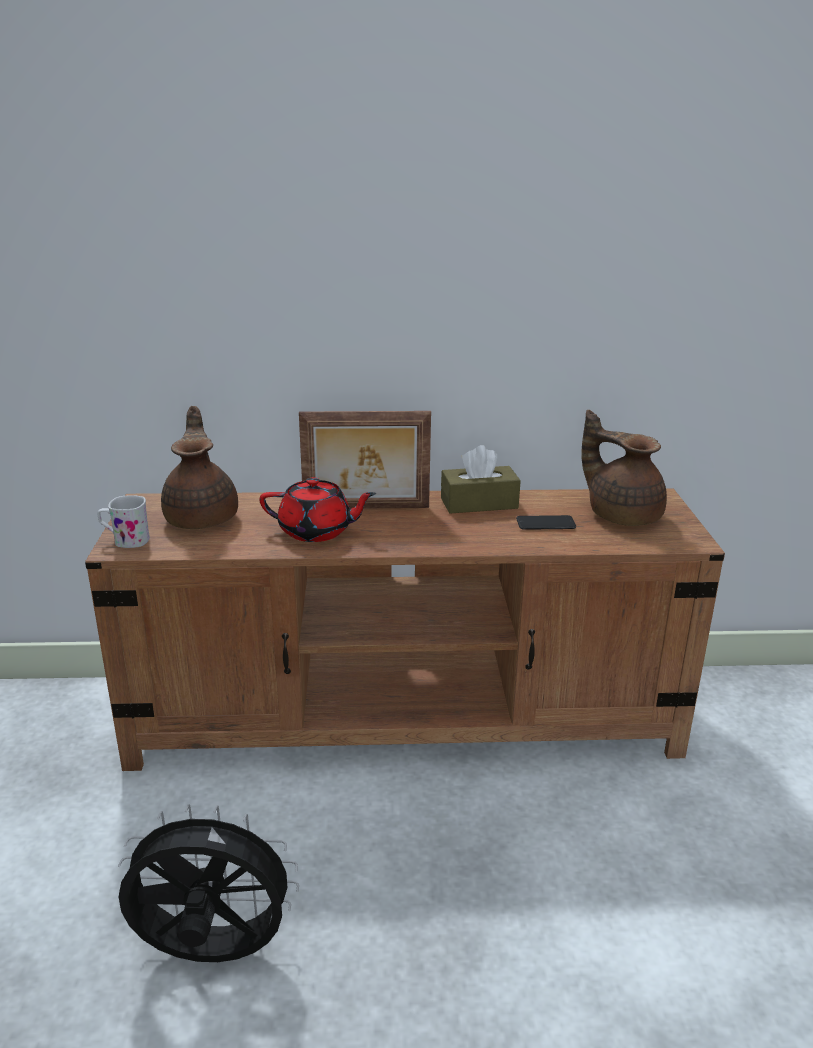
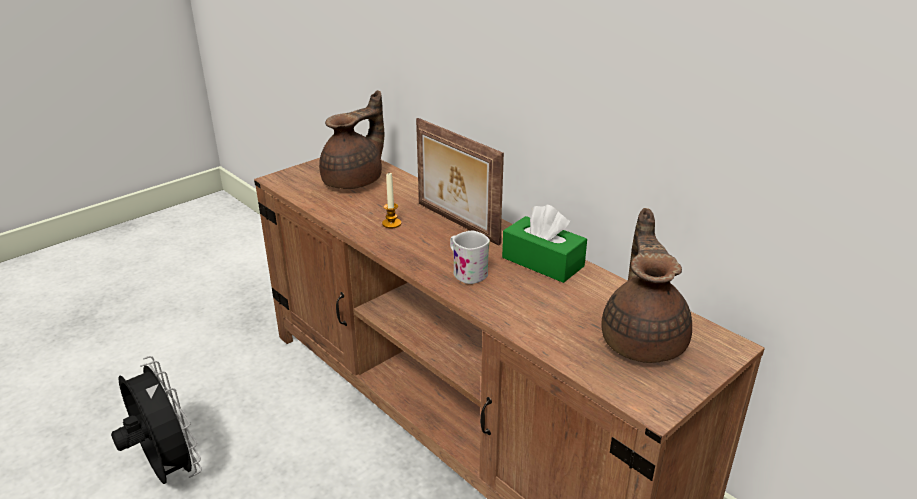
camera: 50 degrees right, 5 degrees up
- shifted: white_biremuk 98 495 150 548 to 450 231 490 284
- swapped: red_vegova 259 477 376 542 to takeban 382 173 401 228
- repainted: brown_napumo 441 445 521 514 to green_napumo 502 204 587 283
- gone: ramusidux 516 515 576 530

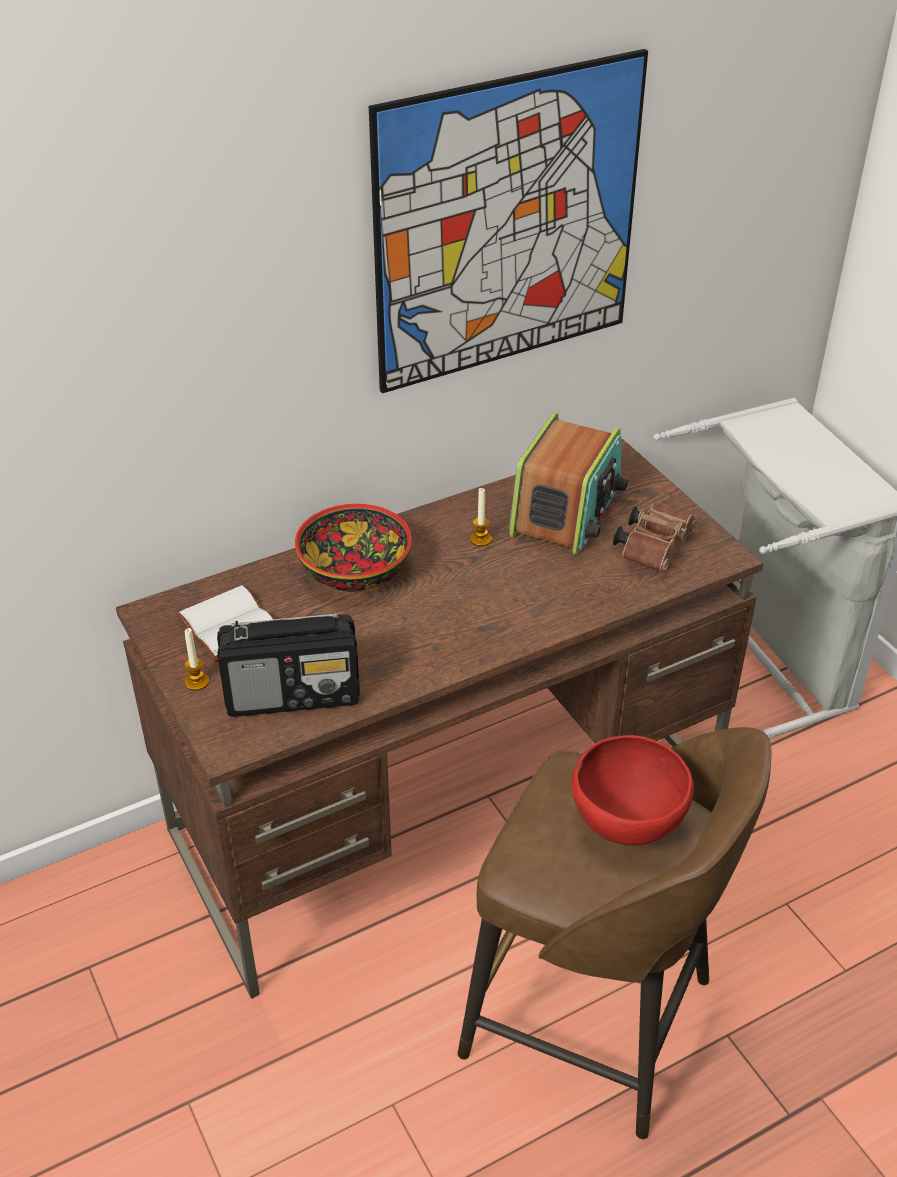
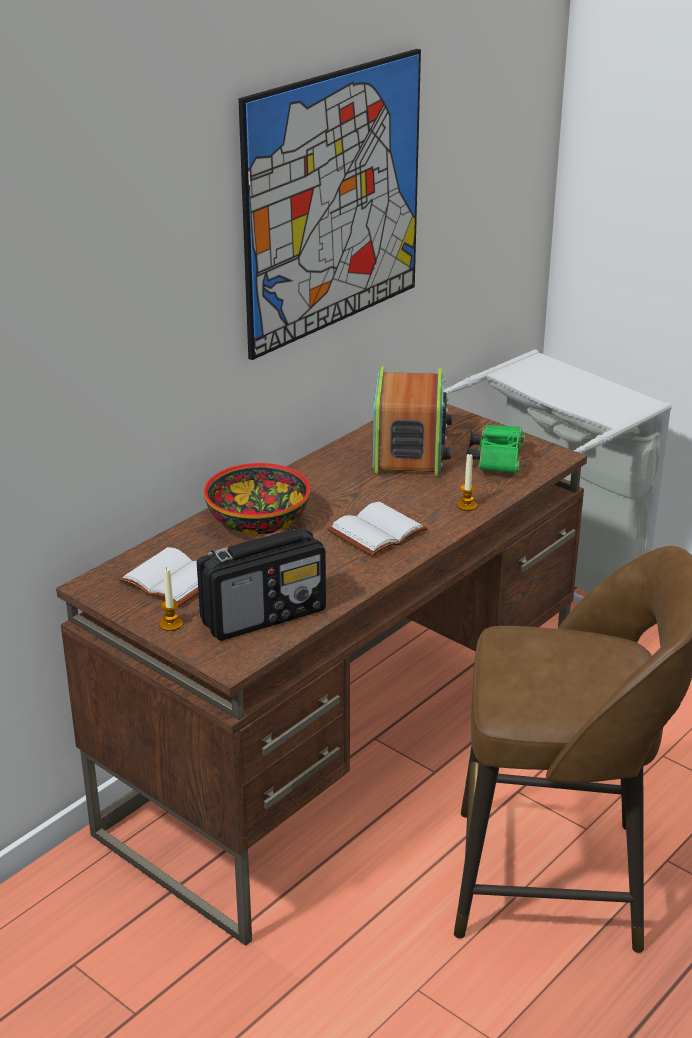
camera: 20 degrees left, 10 degrees down
- shifted: takeban 470 488 492 546 to 457 454 477 511
- gone: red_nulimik 571 735 694 846
- repainted: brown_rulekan 613 503 697 573 to green_rulekan 466 425 525 474
- new: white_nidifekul 327 502 428 556

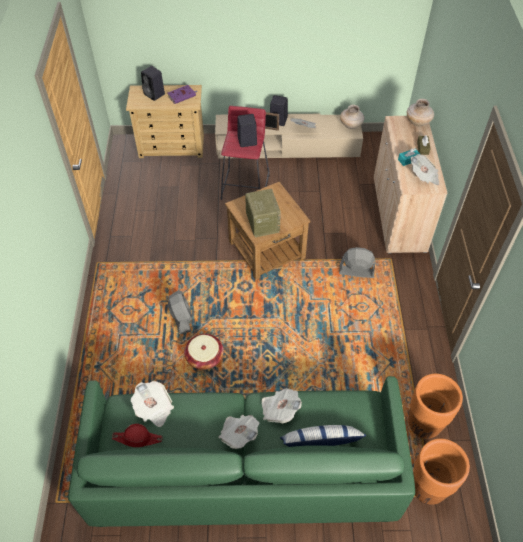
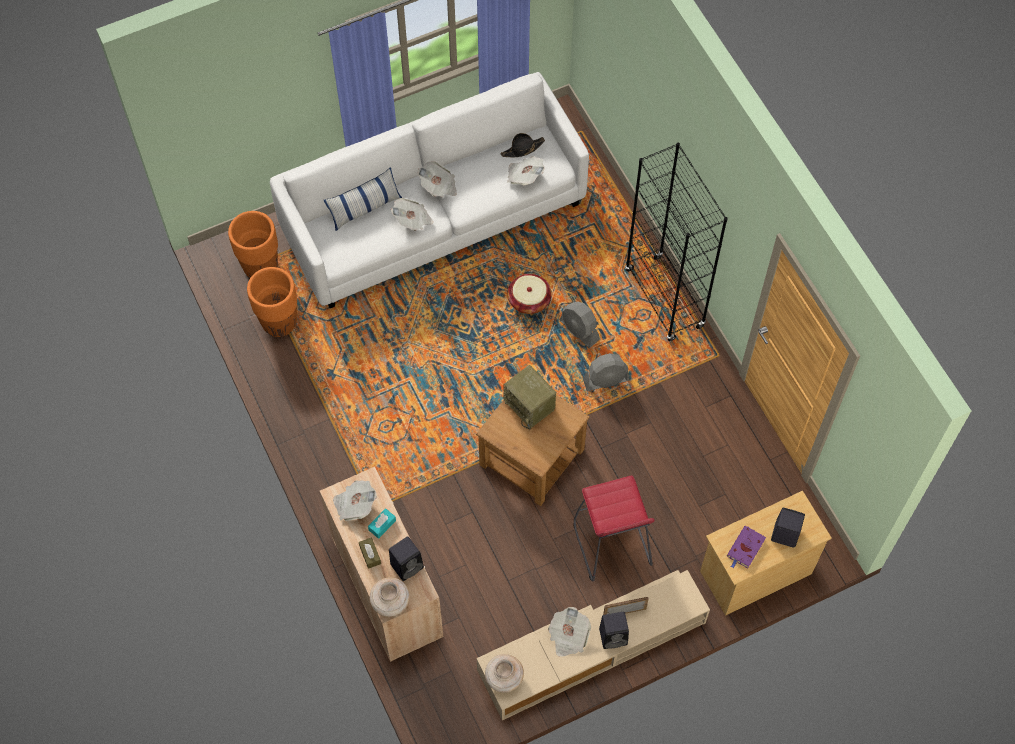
camera: 155 degrees right, 10 degrees up
- repainted: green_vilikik 68 376 415 527 to white_vilikik 270 72 589 308
- repainted: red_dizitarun 112 424 162 447 to black_dizitarun 501 133 545 157
- shifted: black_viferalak 238 114 257 147 to 389 537 424 581
- shifted: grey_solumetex 339 247 376 278 to 583 353 629 391
- new: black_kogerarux 625 143 728 342

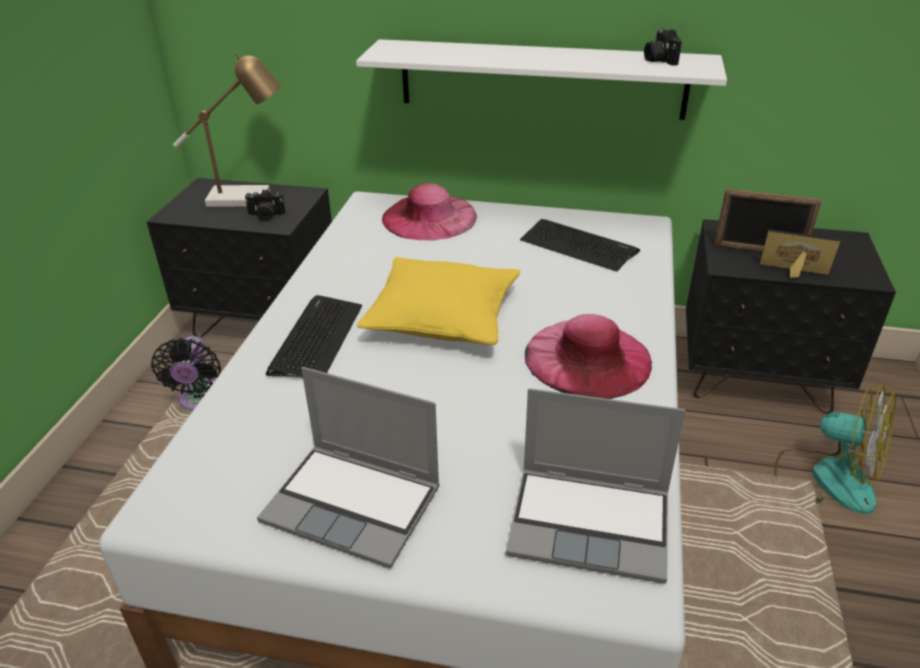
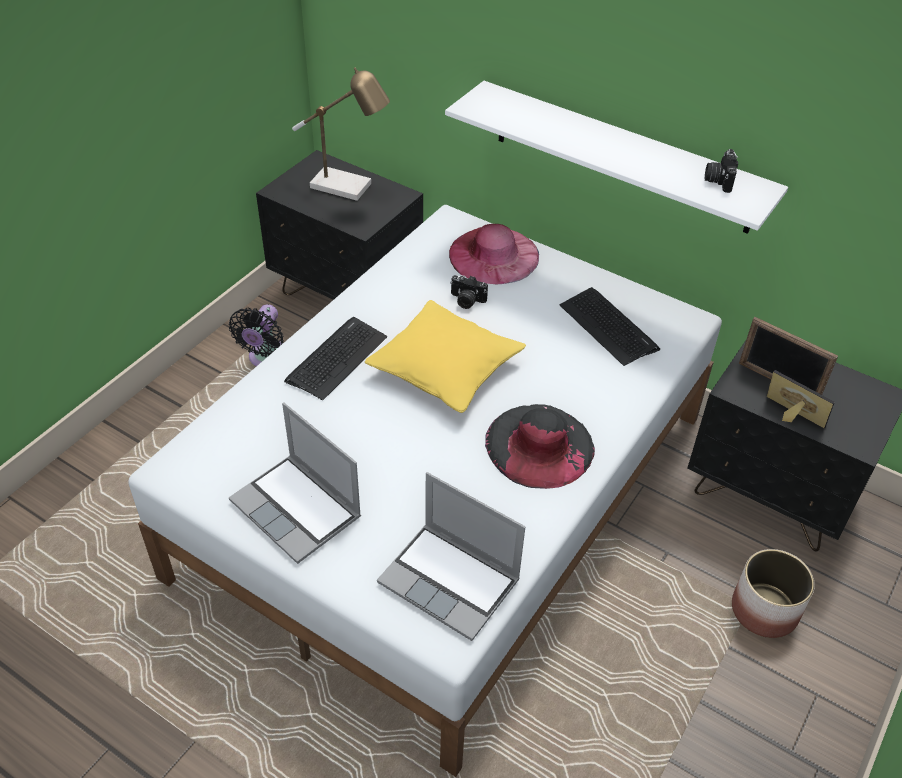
camera: 20 degrees right, 10 degrees up
- shifted: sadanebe 245 189 285 221 to 450 275 488 309
- repainted: pink_dizitarun 525 314 652 399 to black_dizitarun 485 404 595 489
- swapped: solumetex 774 384 896 514 to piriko 732 549 815 638

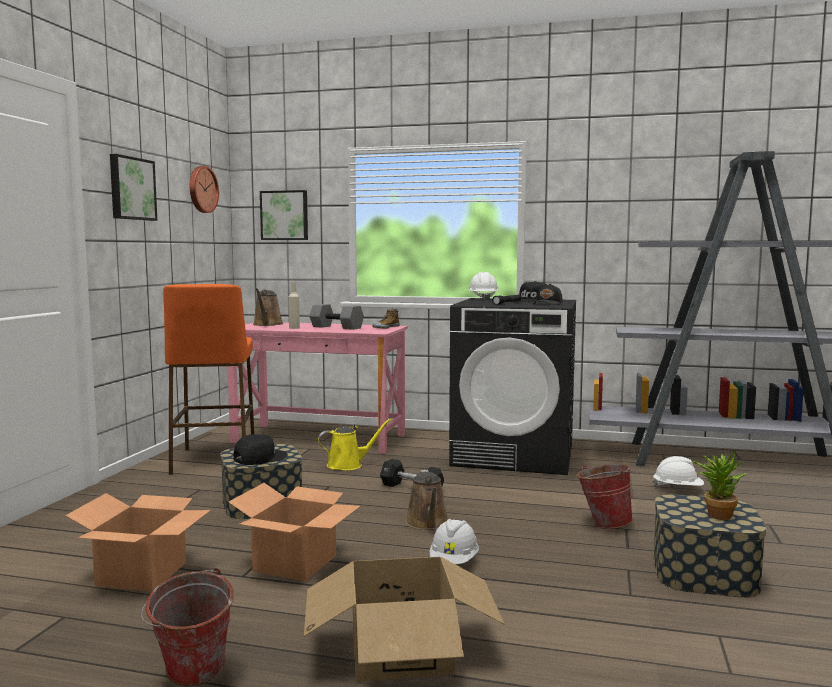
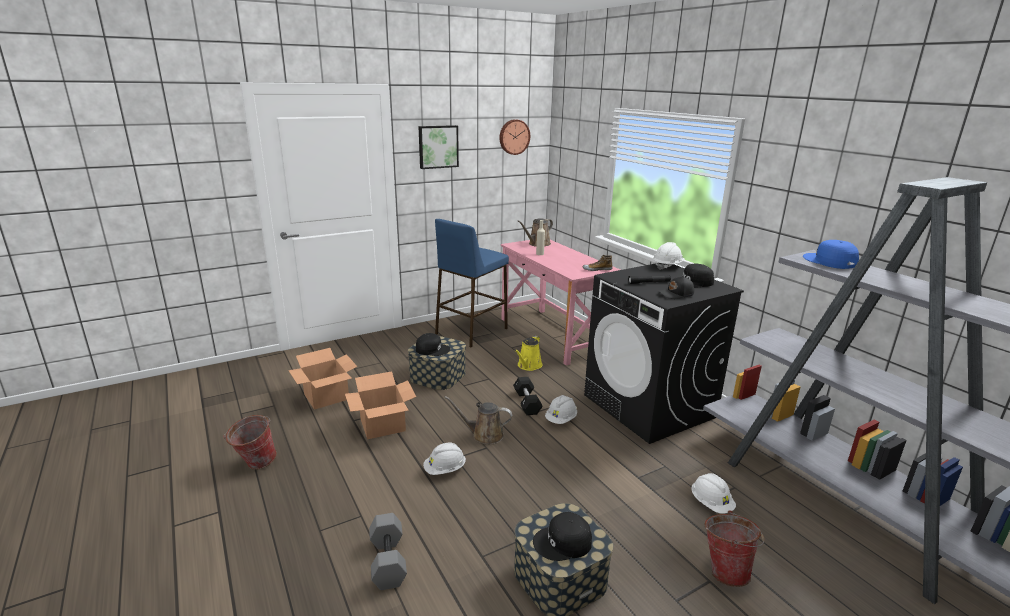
camera: 45 degrees right, 15 degrees up
- repainted: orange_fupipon 163 284 255 475 to blue_fupipon 435 219 509 347
- gone: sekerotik 260 190 308 240
- gone: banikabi 304 557 505 682
- shifted: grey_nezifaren 309 304 364 330 to 369 513 407 590
- rotated: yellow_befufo 318 419 392 470 = 514 336 543 371 90 degrees clockwise
- rotated: brown_befufo 406 470 448 530 = 444 396 512 445 60 degrees clockwise
- shifted: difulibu 577 464 635 529 to 704 510 765 587
- swapped: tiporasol 692 450 747 520 to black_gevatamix 533 512 592 561
- new: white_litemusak 545 395 577 424
- new: blue_gevatamix 803 240 859 269

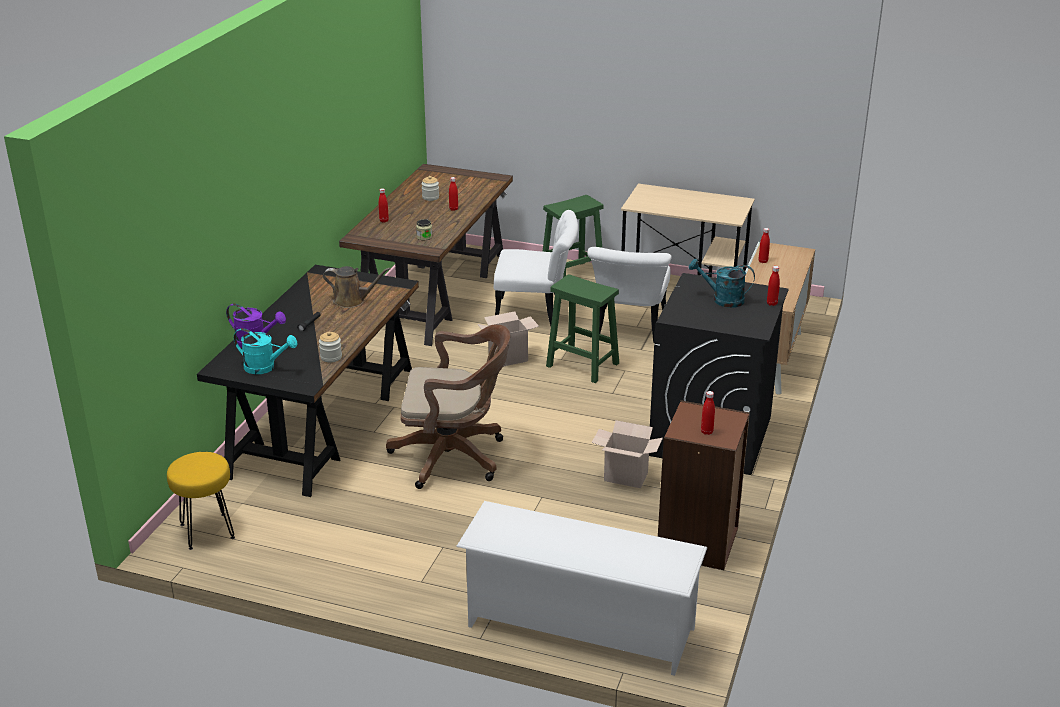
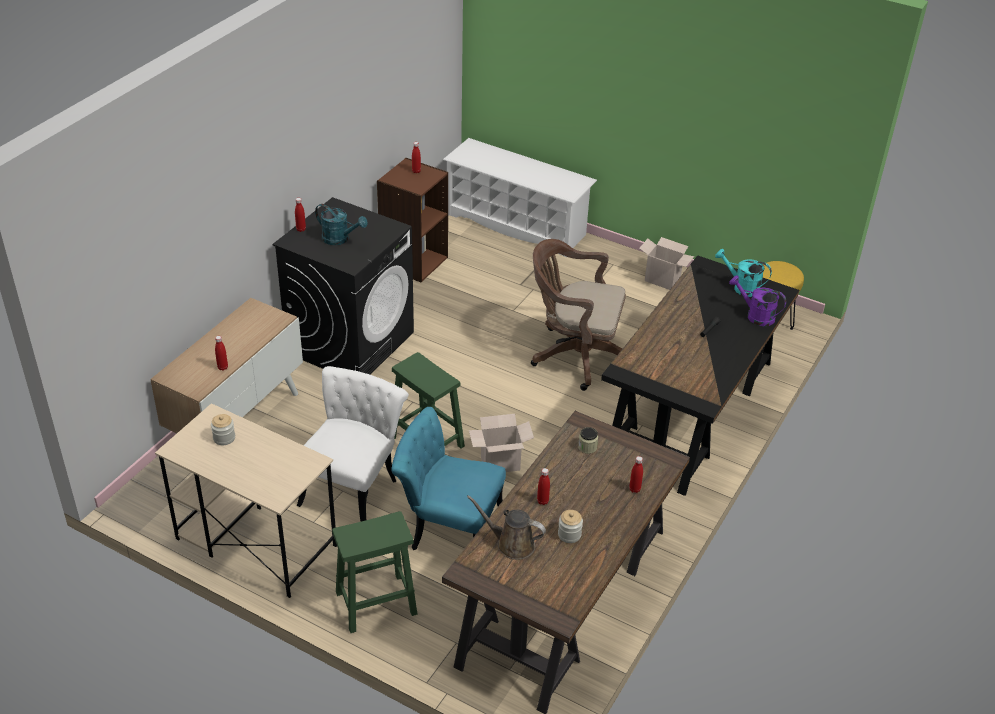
camera: 170 degrees left, 10 degrees up
- shifted: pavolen 319 332 342 362 to 211 414 235 445
- shifted: brown_befufo 323 266 391 308 to 467 495 546 560
- repainted: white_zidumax 494 210 578 326 to turquoise_zidumax 391 407 506 550
- shifted: banikabi 592 420 663 488 to 639 237 694 290

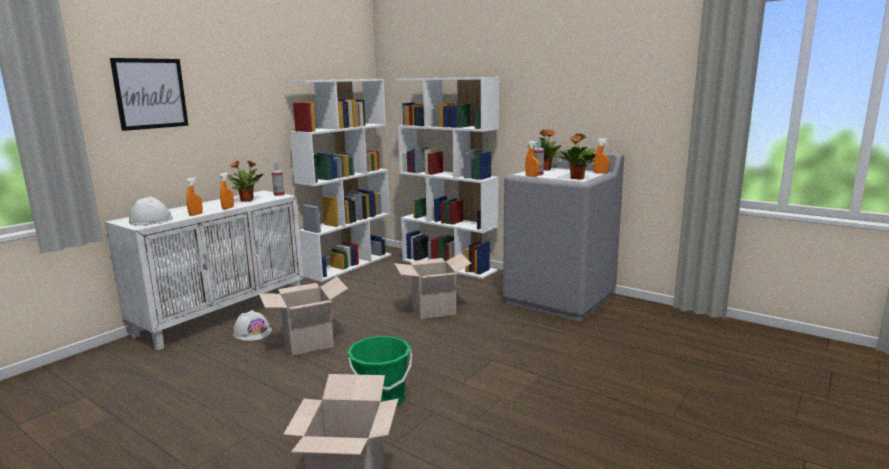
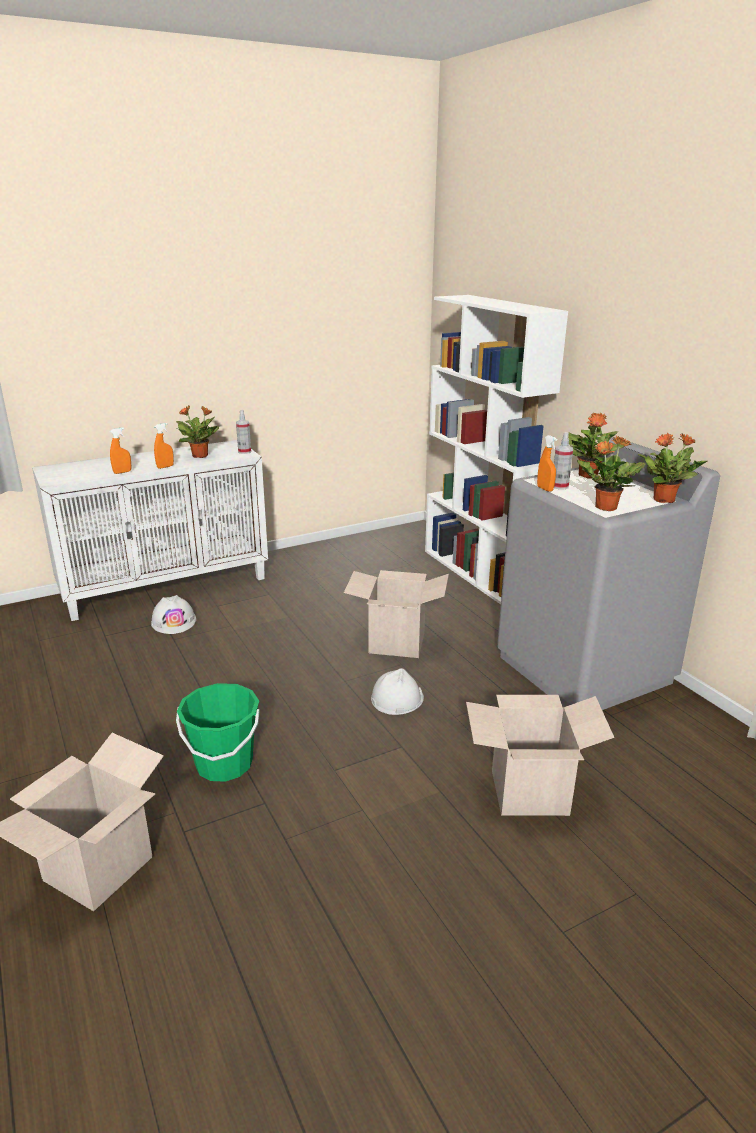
camera: 25 degrees right, 10 degrees up
- gone: sekerotik 110 58 189 131
- shifted: white_litemusak 129 196 173 226 to 371 668 424 715
- shifted: banikabi 259 277 348 356 to 466 695 614 816
- gone: white_kogerarux 285 79 391 282
- swapped: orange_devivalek 593 138 609 173 to tiporasol 638 433 707 503

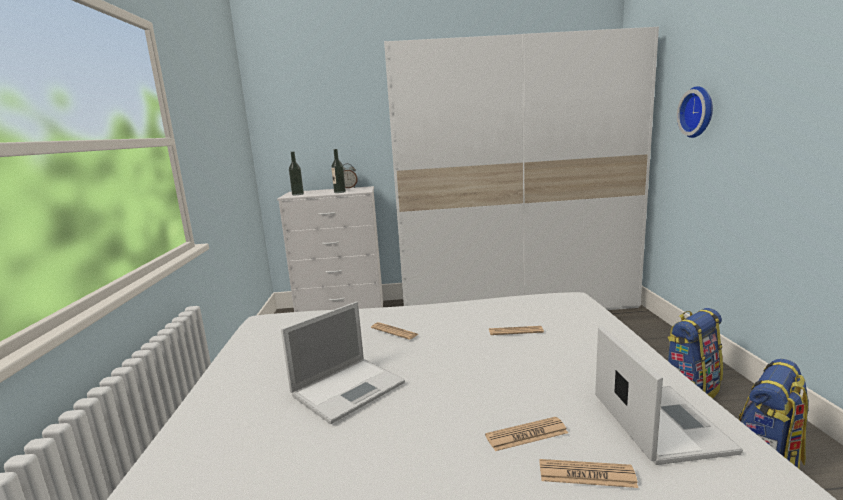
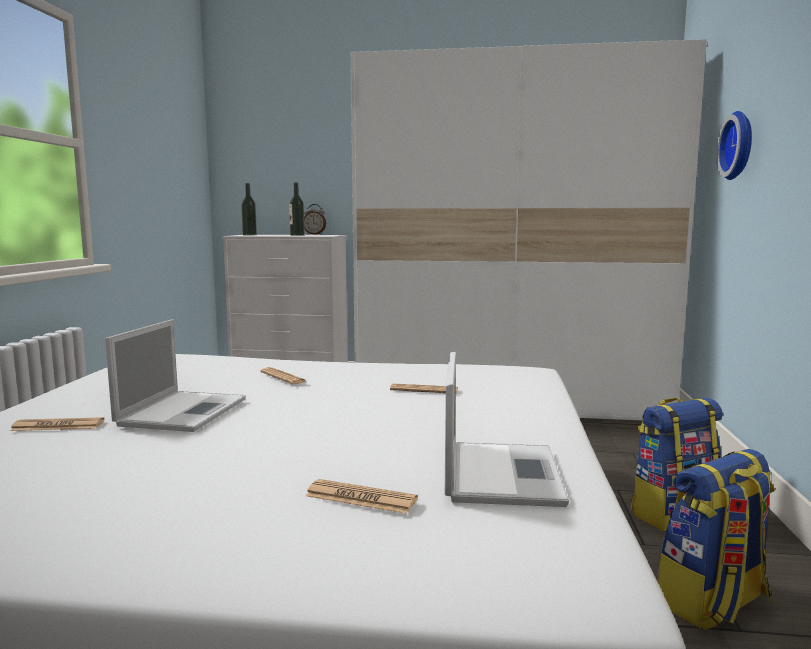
camera: 10 degrees right, 5 degrees down
- rotated: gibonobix 281 302 405 424 = 105 319 246 432 45 degrees counterclockwise
- shifted: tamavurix 485 417 568 451 to 10 417 104 431

